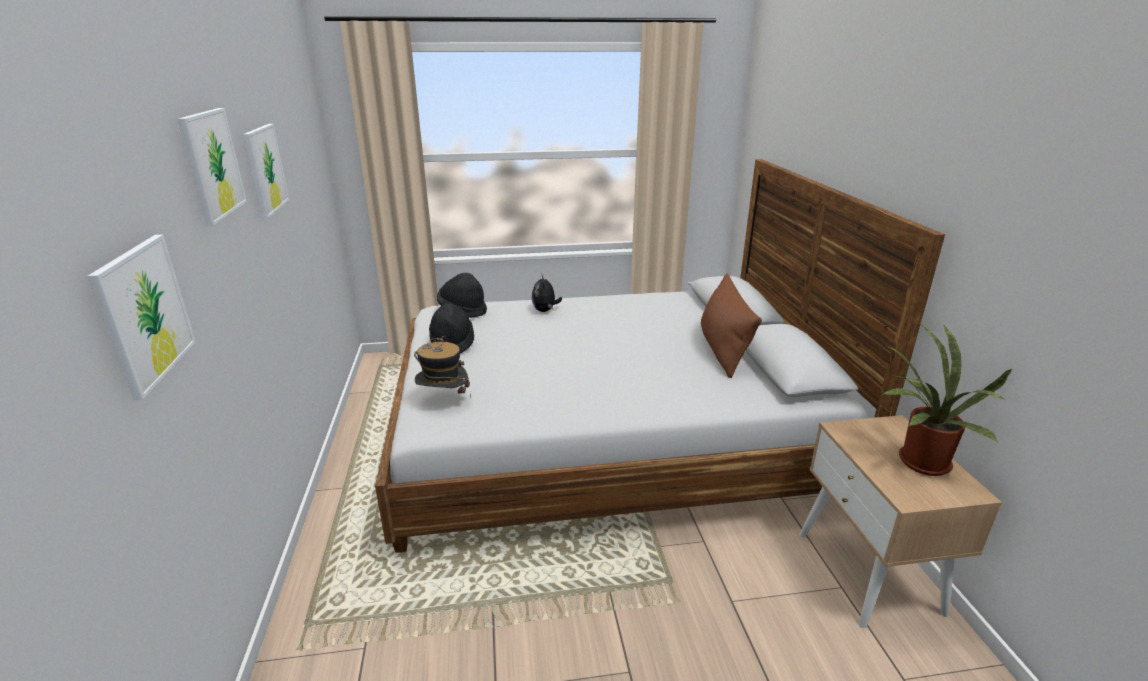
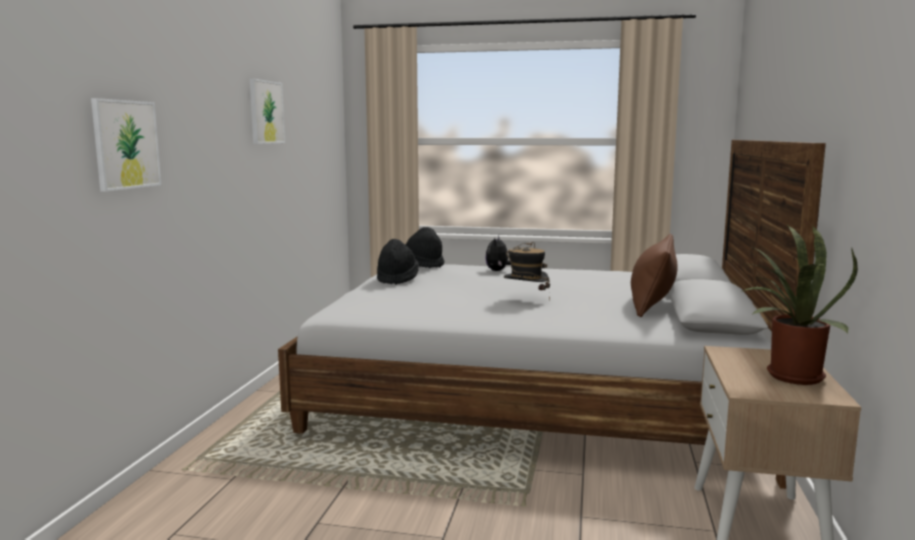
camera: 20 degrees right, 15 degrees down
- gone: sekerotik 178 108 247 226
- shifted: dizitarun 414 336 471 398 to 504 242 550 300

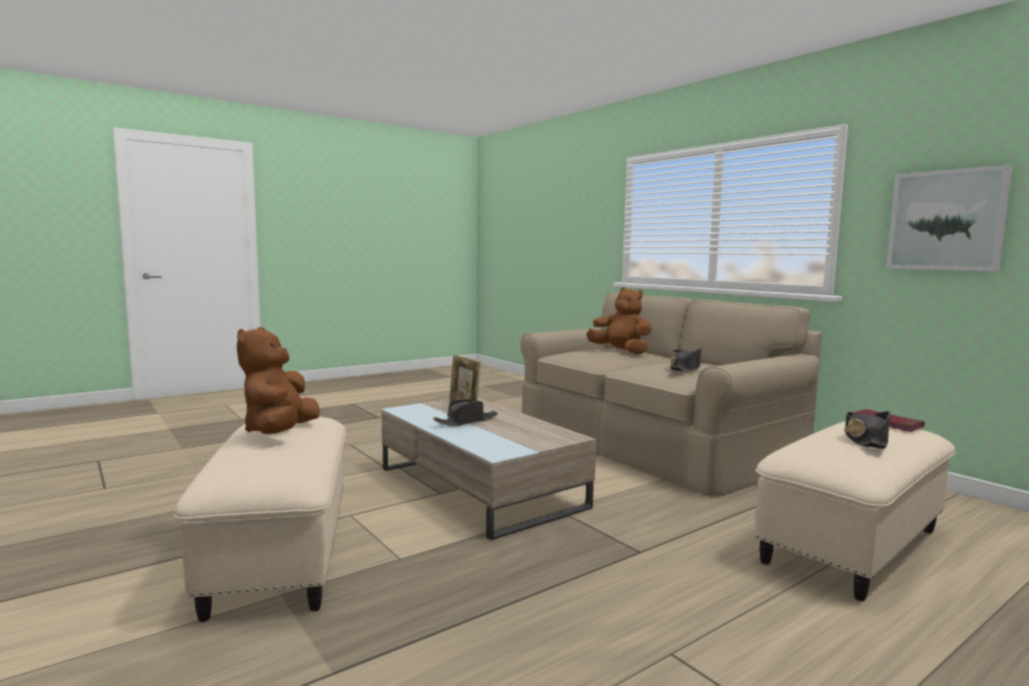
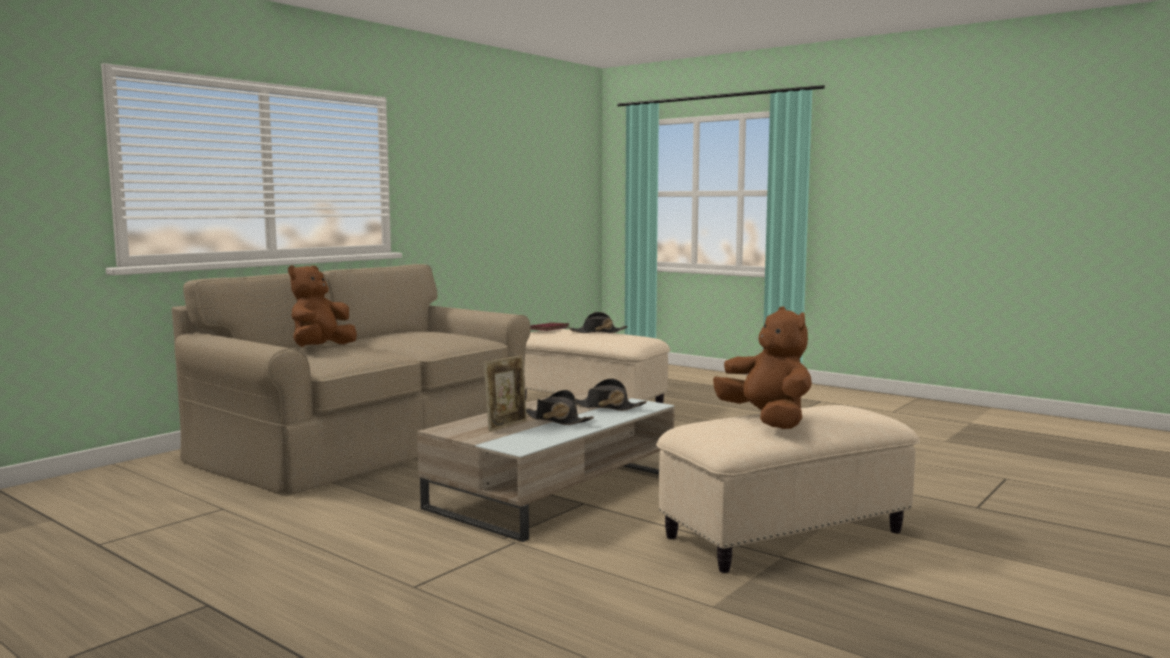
camera: 105 degrees left, 0 degrees up
- rotated: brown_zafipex 237 327 320 434 = 713 306 812 429 105 degrees counterclockwise
- shifted: black_dizitarun 671 348 701 372 to 575 379 647 411
- gone: sekerotik 886 165 1013 271

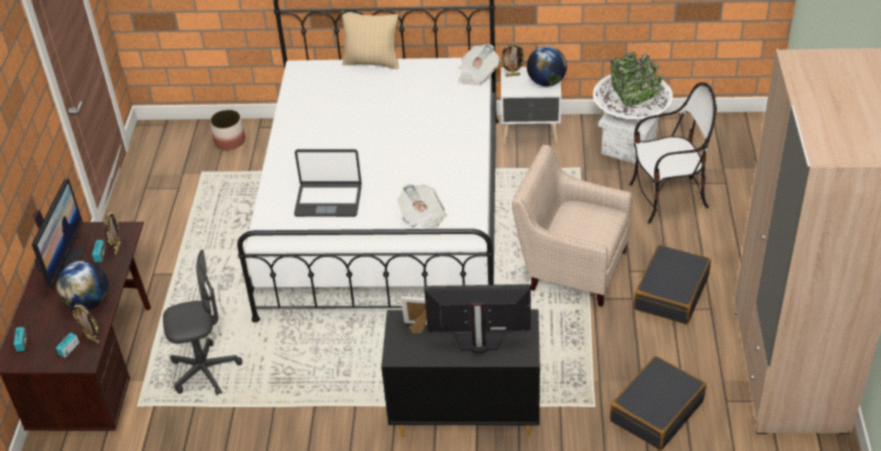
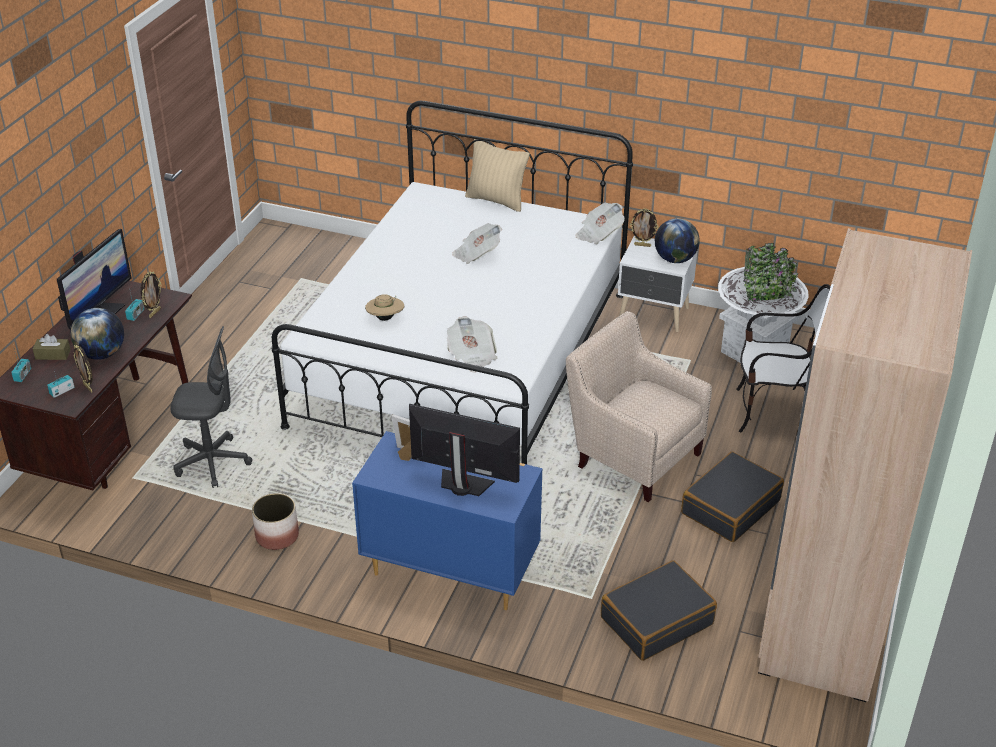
camera: 15 degrees right, 5 degrees down
- shifted: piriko 210 109 245 150 to 252 493 299 550
- swapped: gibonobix 294 149 362 217 to beige_dizitarun 365 294 404 321
- repainted: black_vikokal 381 309 540 438 to blue_vikokal 352 431 542 610
- new: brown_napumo 33 334 71 360
- new: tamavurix 452 223 502 264

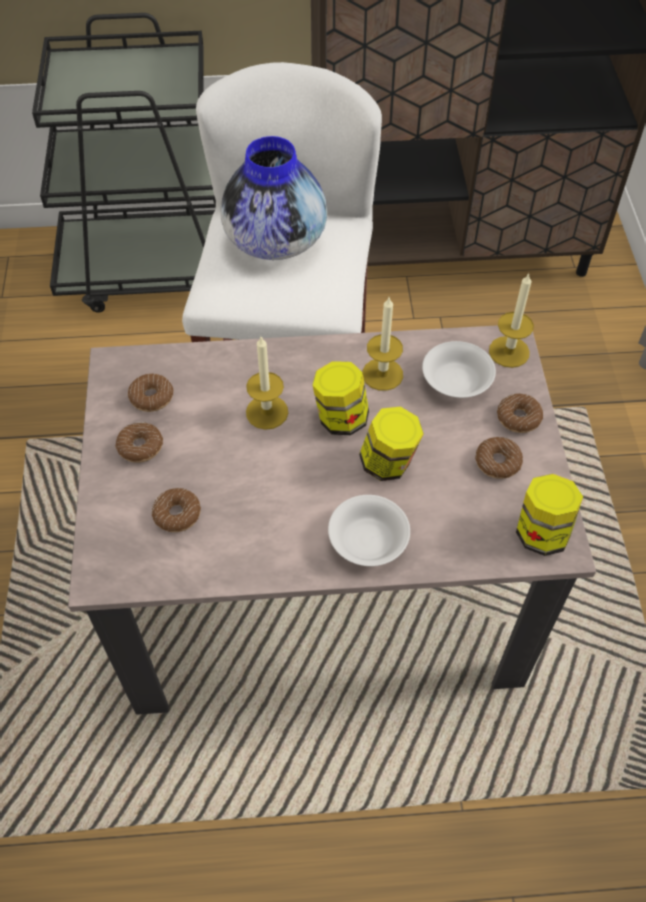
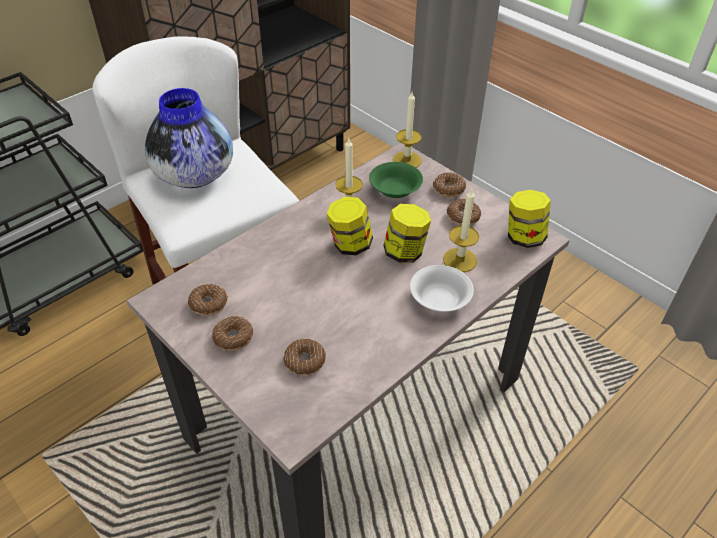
camera: 40 degrees left, 10 degrees down
- shifted: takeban 246 337 288 430 to 443 188 479 272
- repainted: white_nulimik 422 341 496 398 to green_nulimik 369 162 423 198

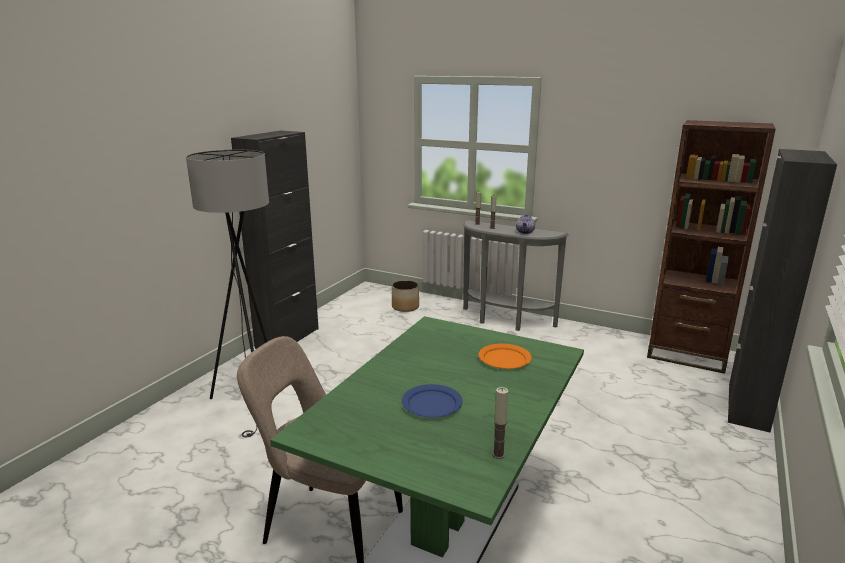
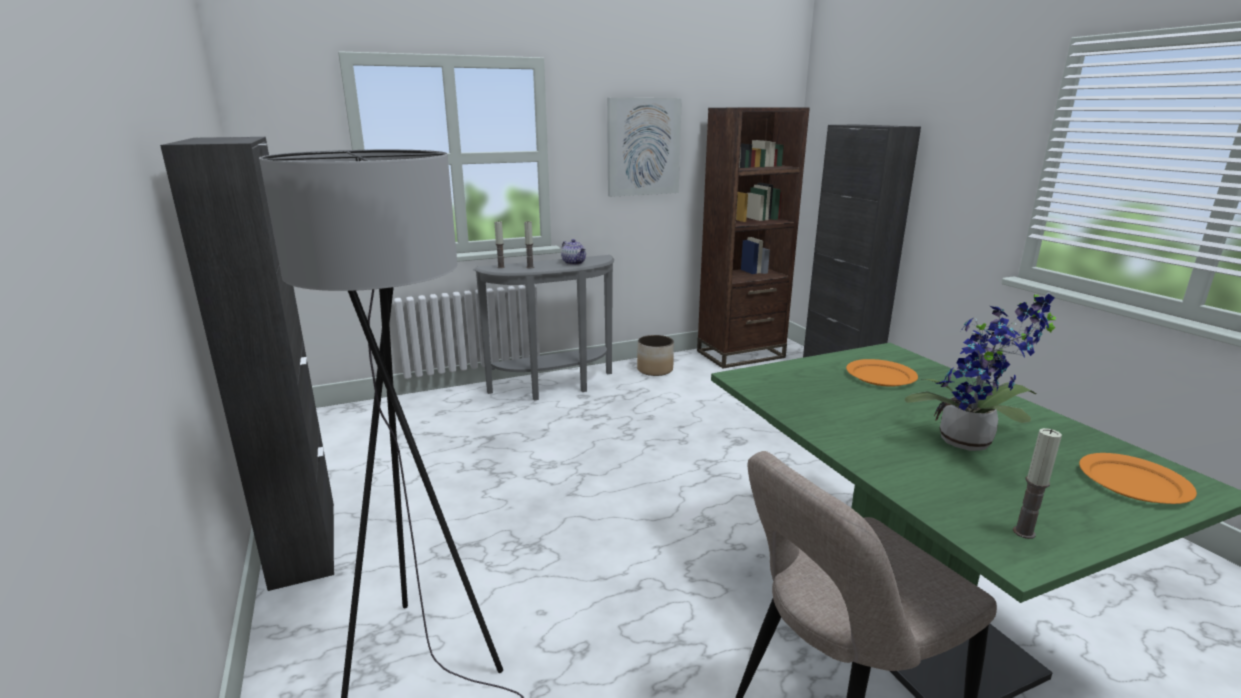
camera: 50 degrees left, 0 degrees up
- shifted: piriko 392 280 419 312 to 637 335 674 376
- swapped: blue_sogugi 402 384 463 418 to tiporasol 905 292 1056 451
- shifted: takeban 492 387 509 459 to 1013 428 1062 539
- new: sekerotik 607 98 682 197
- new: orange_sogugi 1079 453 1197 504

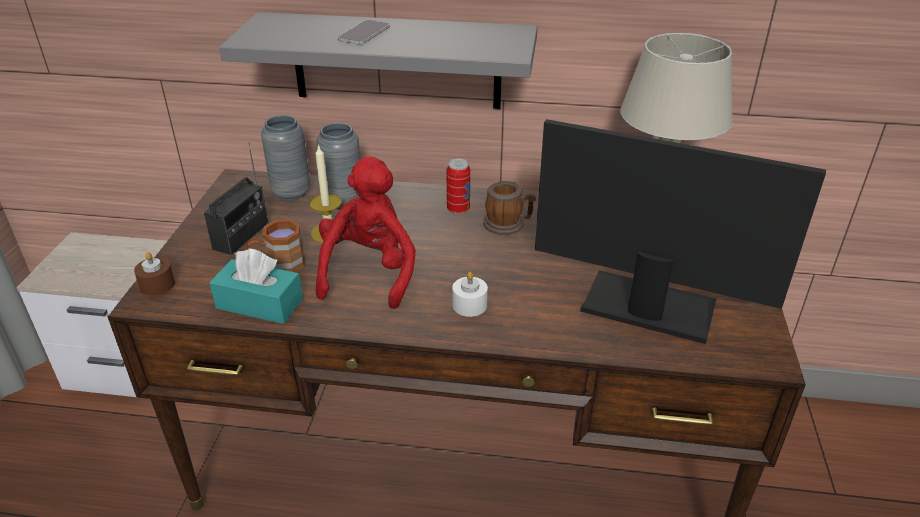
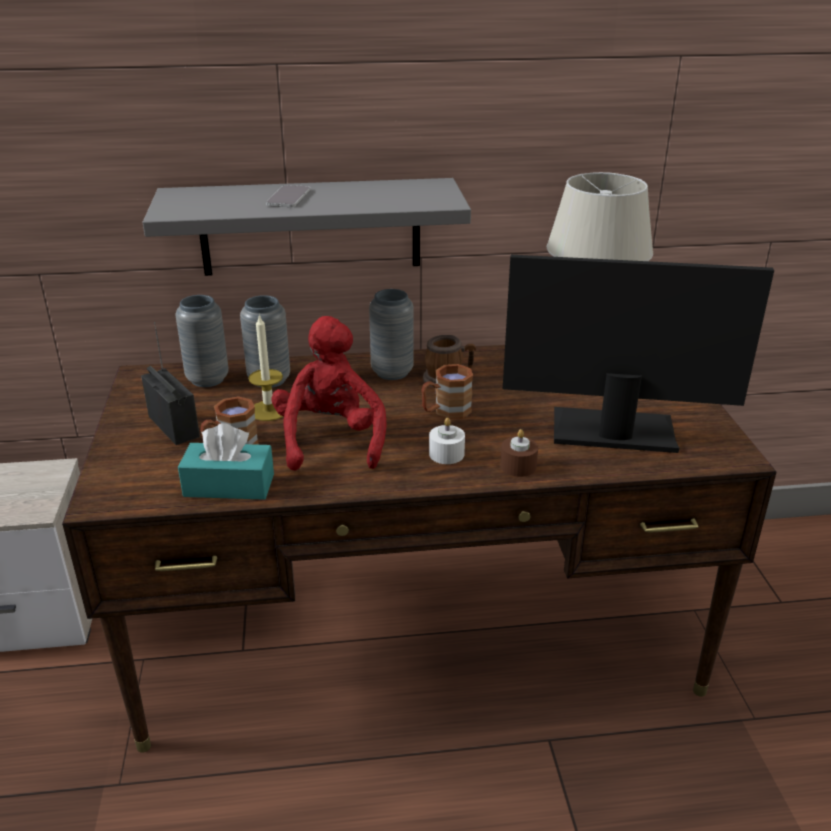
camera: 15 degrees left, 5 degrees down
- shifted: brown_takeban 134 252 175 296 to 500 429 538 477
- rotated: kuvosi 204 143 268 255 = 141 322 200 445 45 degrees counterclockwise
- swapped: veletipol 446 159 470 215 to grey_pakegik 369 289 414 380
- new: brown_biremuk 421 364 473 419

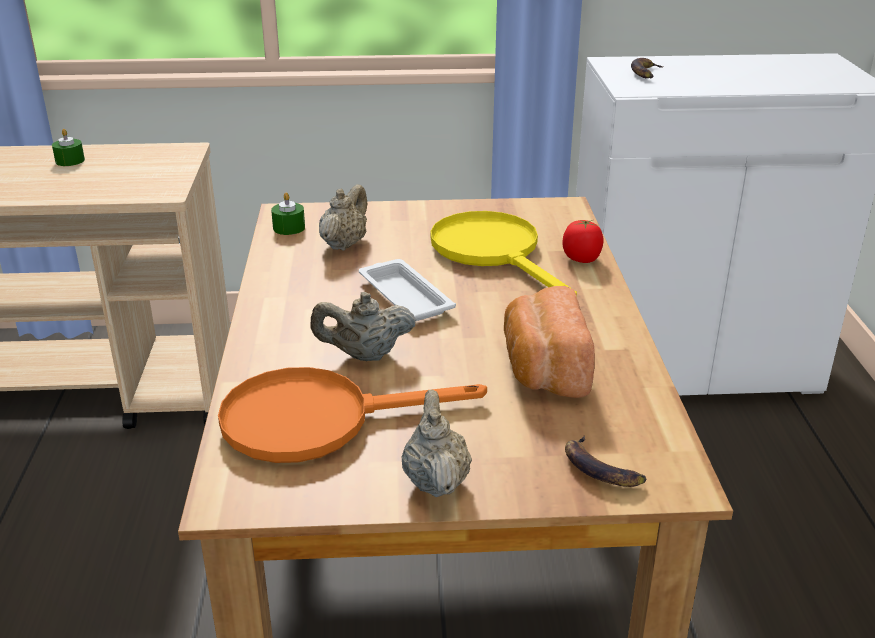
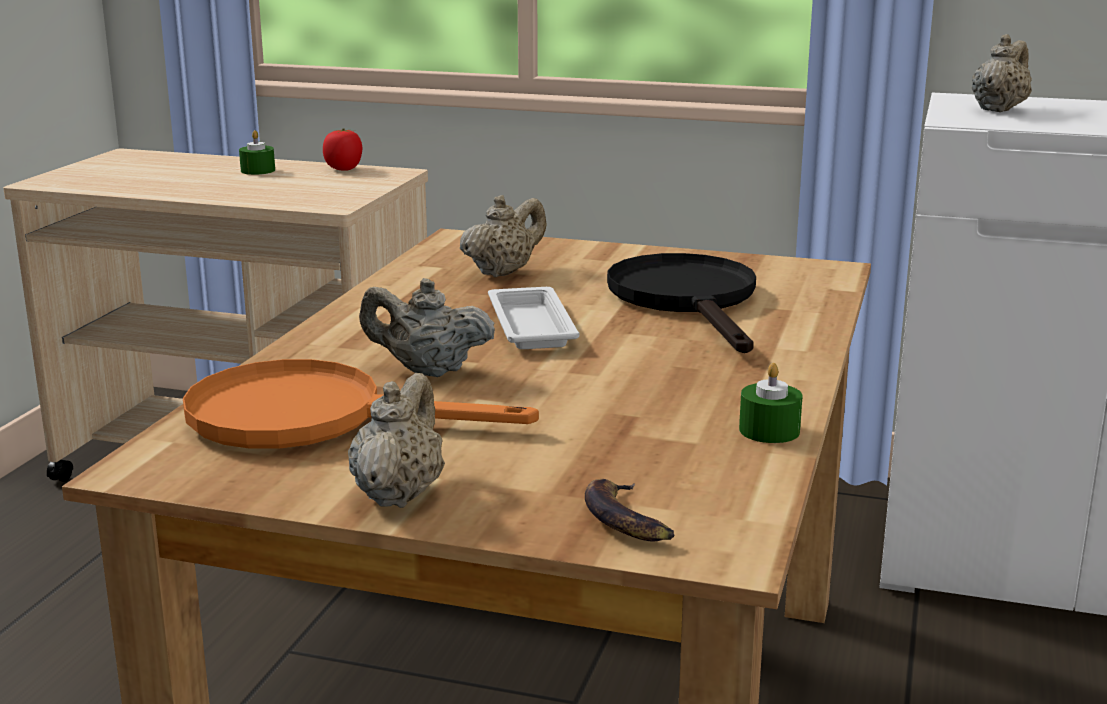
camera: 20 degrees right, 10 degrees down
- shifted: green_takeban 271 192 305 235 to 739 363 803 443
- repainted: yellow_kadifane 431 211 577 297 to black_kadifane 607 253 756 353
- gone: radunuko 504 286 595 398
- shifted: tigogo 562 220 604 263 to 323 128 362 171
- swapped: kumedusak 631 58 664 78 to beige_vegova 972 34 1032 112

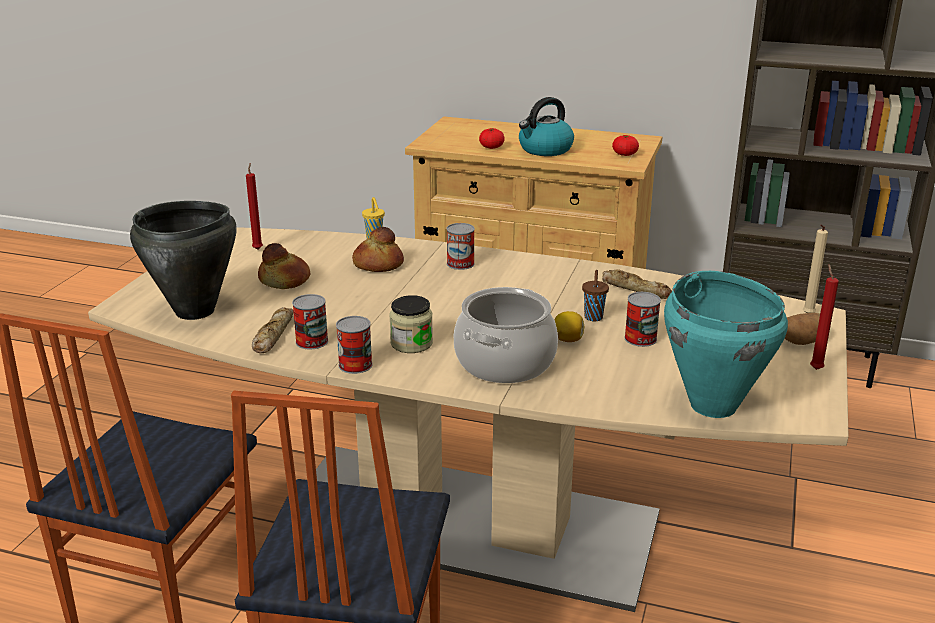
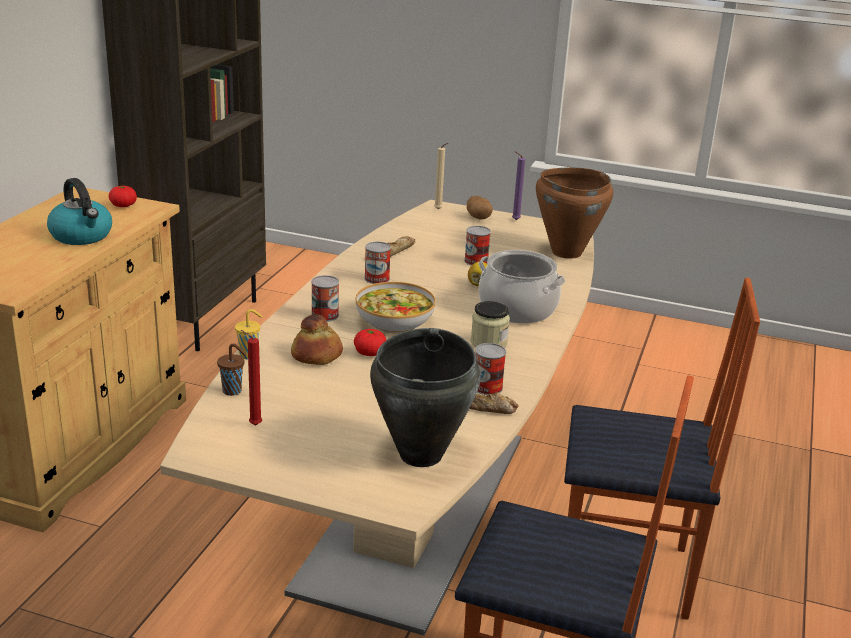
camera: 90 degrees left, 0 degrees up
- gone: radunuko 258 243 310 289
- shifted: veletipol 336 316 373 374 to 364 242 391 284
- shifted: tigogo 479 128 505 149 to 354 329 386 356
- shifted: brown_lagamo 582 270 609 321 to 217 344 246 396
- repainted: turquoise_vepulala 664 271 788 418 to brown_vepulala 536 167 613 259
- repainted: red_takeban 810 264 839 370 to purple_takeban 512 151 525 220
- new: nulimik 356 282 435 333

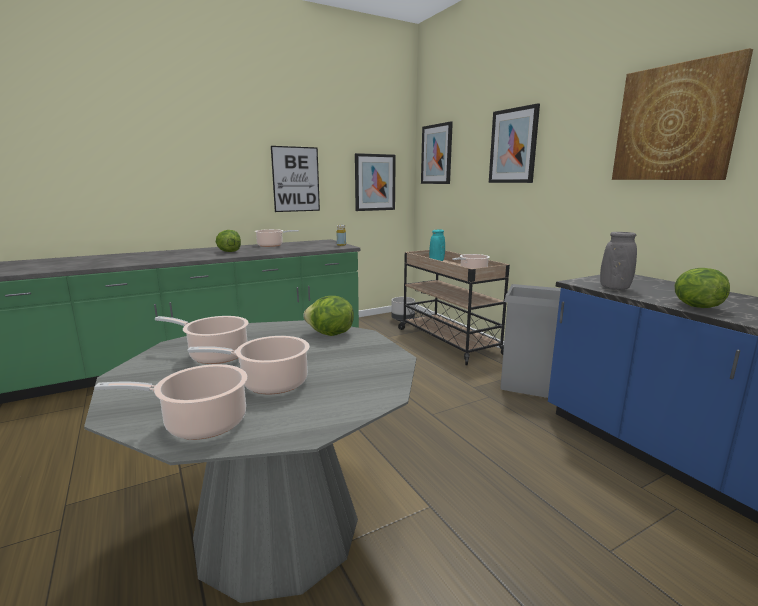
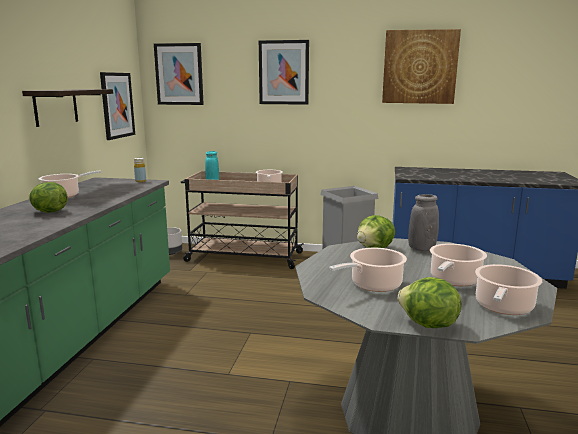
camera: 50 degrees left, 0 degrees up
- swapped: sekerotik 271 146 320 212 to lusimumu 22 89 113 127
- shifted: grey_pakegik 600 232 637 290 to 408 194 439 251
- shifted: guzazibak 675 268 730 308 to 398 277 461 328

